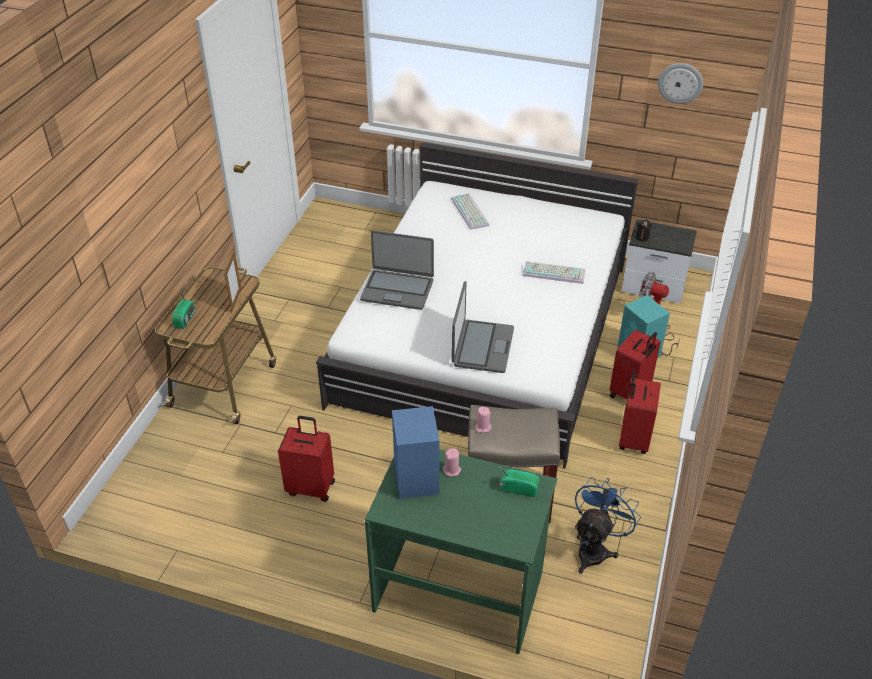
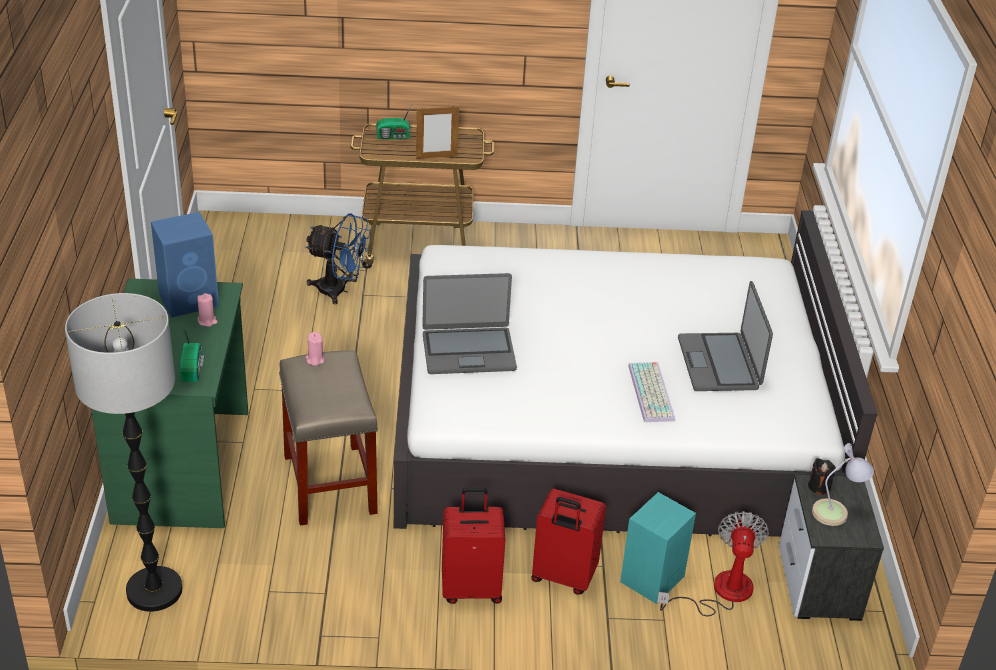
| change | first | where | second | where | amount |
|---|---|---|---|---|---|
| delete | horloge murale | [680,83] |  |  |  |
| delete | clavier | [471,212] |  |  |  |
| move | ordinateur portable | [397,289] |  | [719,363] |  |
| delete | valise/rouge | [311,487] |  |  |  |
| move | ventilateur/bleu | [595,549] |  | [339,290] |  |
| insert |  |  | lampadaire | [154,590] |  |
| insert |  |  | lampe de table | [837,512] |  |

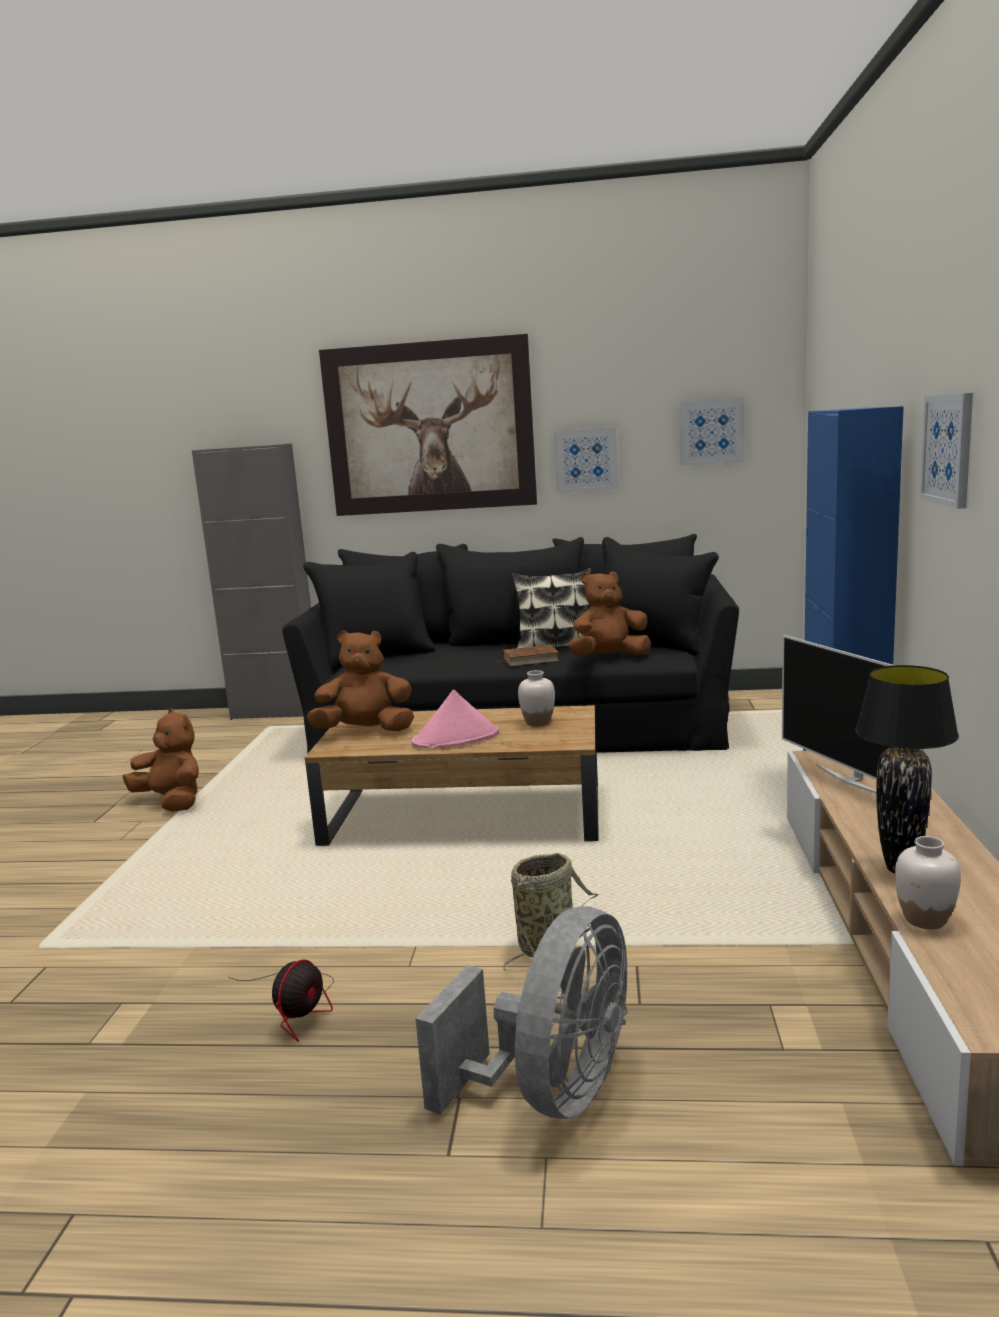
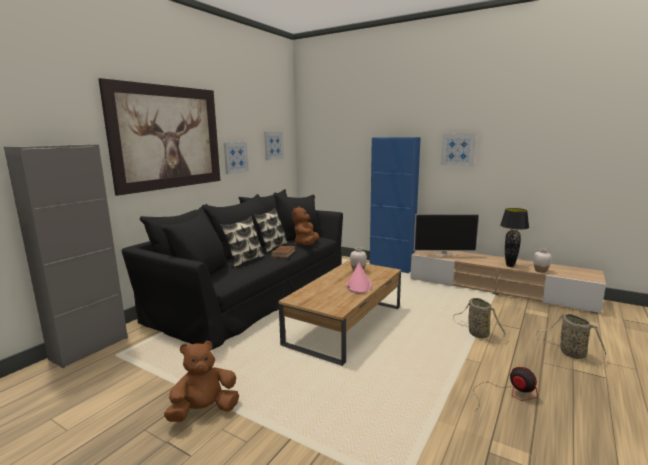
| change | first | where | second | where | amount |
|---|---|---|---|---|---|
| delete | peluche/marron | [366,731] |  |  |  |
| replace | ventilateur/gris | [553,1092] | panier | [570,353] |  |
| insert |  |  | coussin | [244,261] |  |

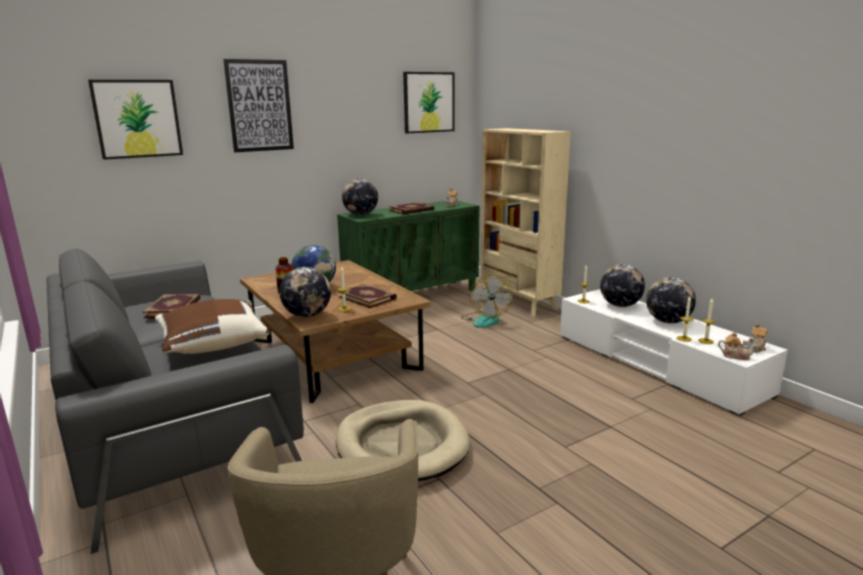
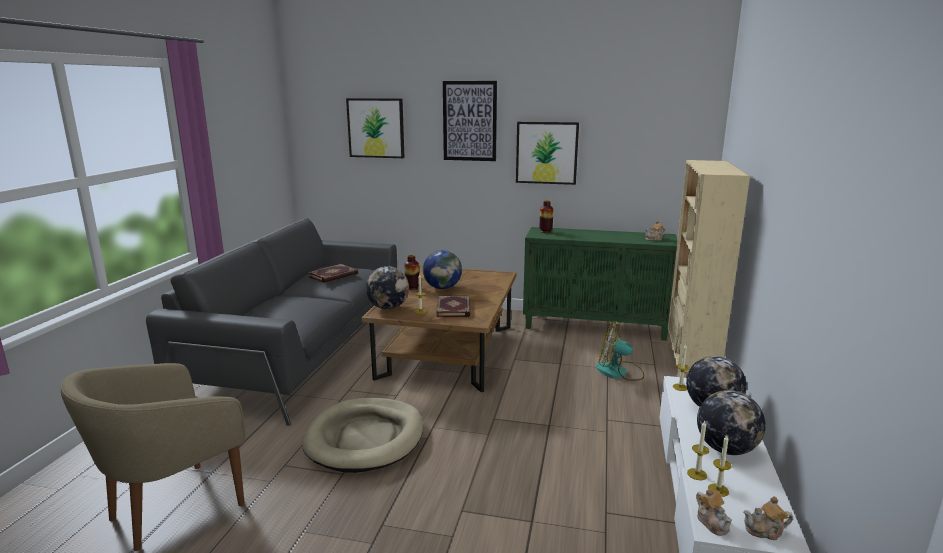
| change | first | where | second | where | amount |
|---|---|---|---|---|---|
| move | tableau | [428,102] |  | [546,153] |  |
| replace | globe | [361,214] | vase | [545,231] |  |
| delete | livre | [412,210] |  |  |  |
| rotate | ventilateur | [485,320] |  | [619,372] | 60 degrees clockwise |
| delete | coussin/marron | [213,344] |  |  |  |

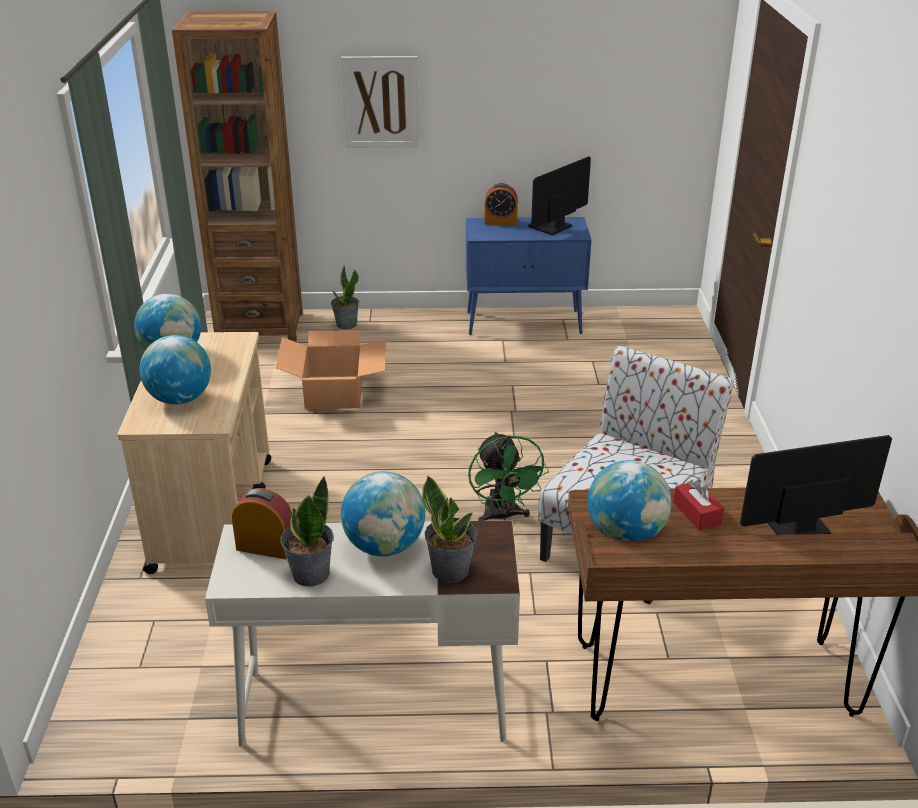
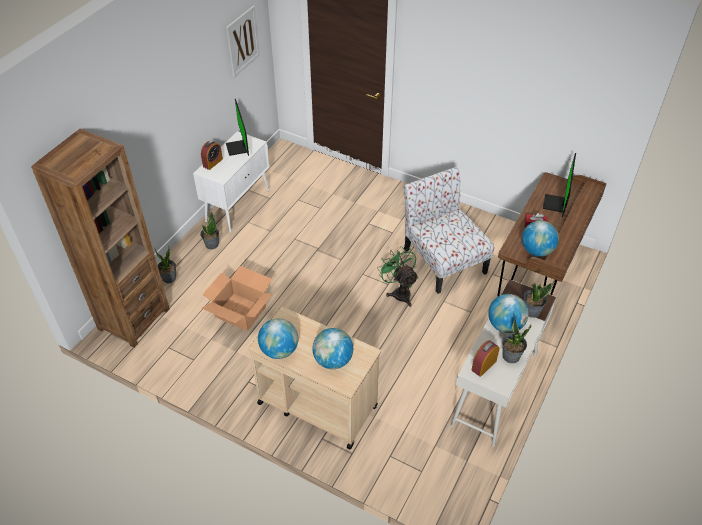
| change | first | where | second | where | amount |
|---|---|---|---|---|---|
| move | tableau | [380,102] |  | [242,41] |  |
| recolor | meuble de rangement/bleu | [525,322] | meuble de rangement/blanc | [238,205] |  |
| rotate | ventilateur/vert | [502,516] |  | [399,292] | 135 degrees counterclockwise |
| insert |  |  | plante en pot | [211,244] |  |

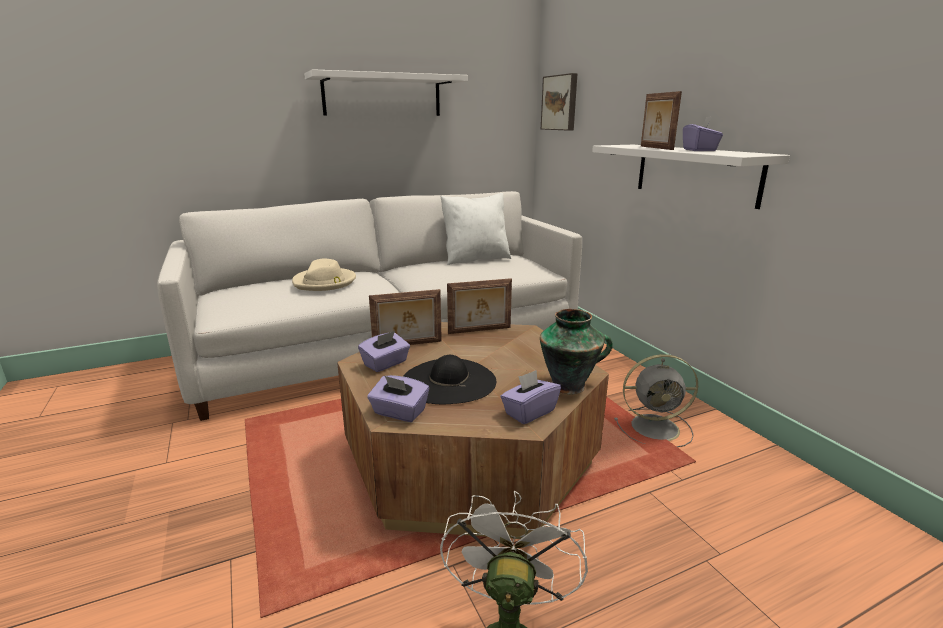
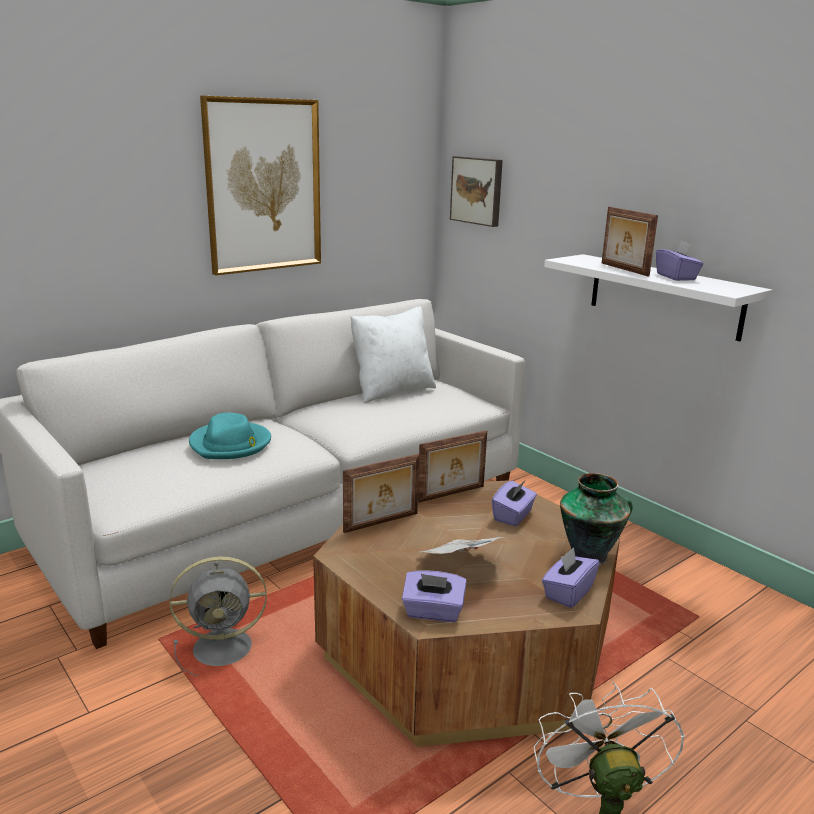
| change | first | where | second | where | amount |
|---|---|---|---|---|---|
| replace | étagère/blanc | [382,95] | tableau | [263,186] |  |
| recolor | chapeau/beige | [325,282] | chapeau/turquoise | [231,444] |  |
| move | boîte à mouchoirs/violet | [386,364] |  | [513,516] |  |
| move | ventilateur/gris | [656,427] |  | [225,647] |  |
| replace | chapeau/noir | [449,381] | journal | [460,565] |  |

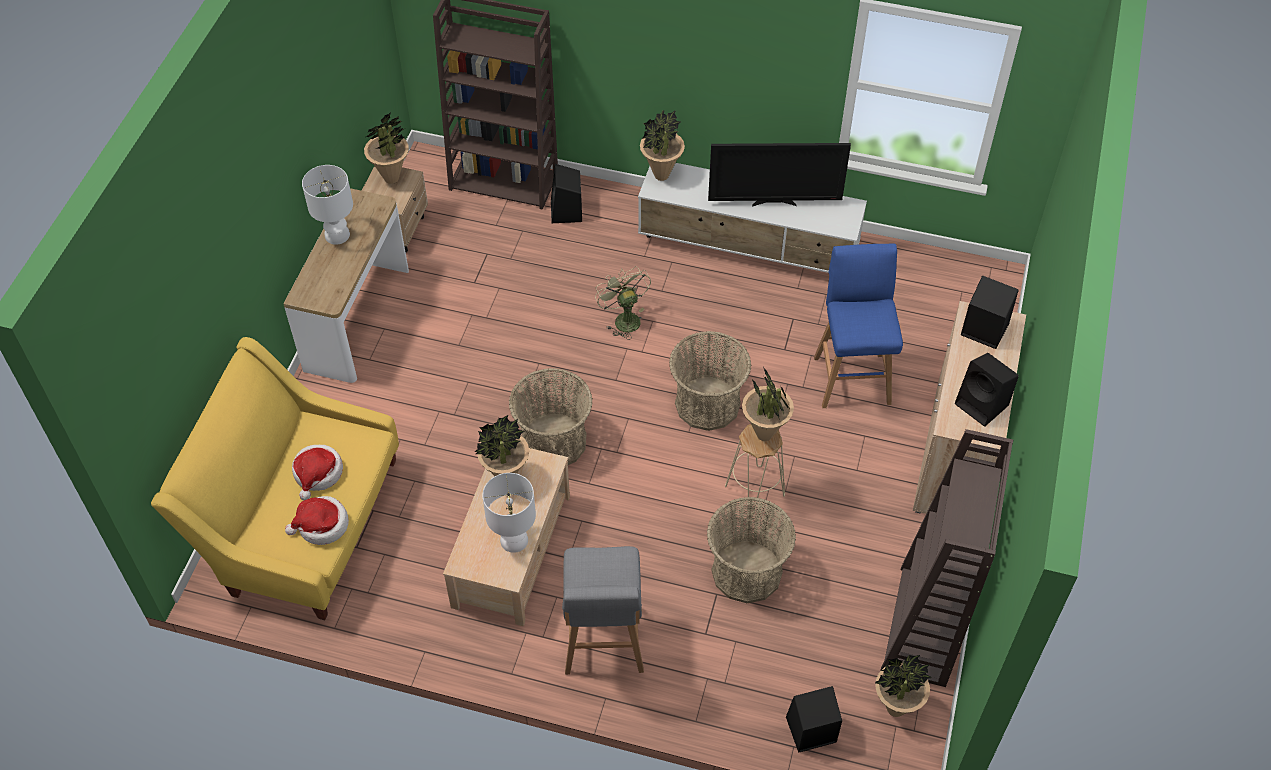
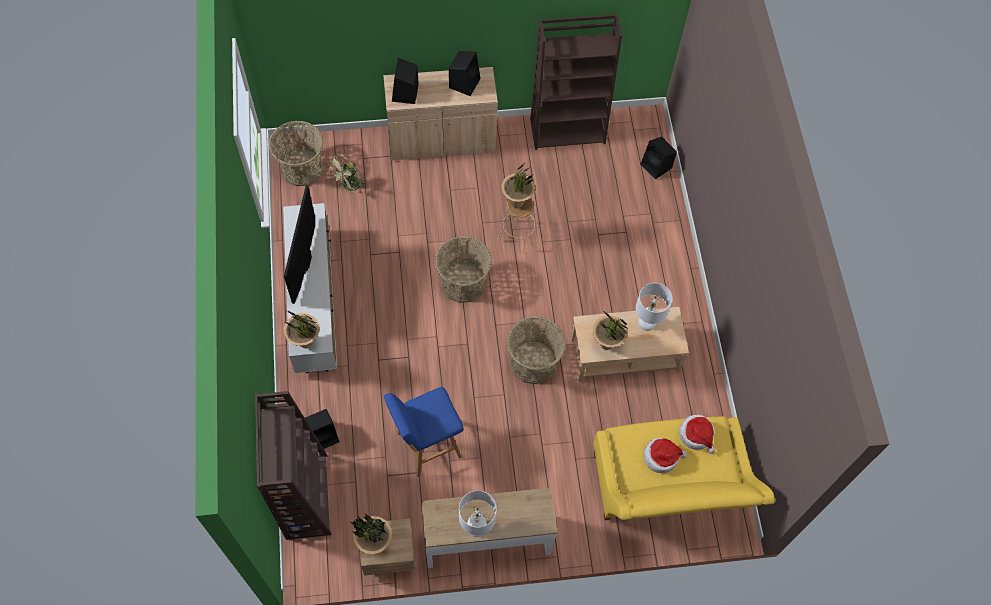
| change | first | where | second | where | amount |
|---|---|---|---|---|---|
| rotate | téléviseur | [774,202] |  | [306,261] | 150 degrees counterclockwise |
| move | tabouret/bleu | [851,377] |  | [426,446] |  |
| move | ventilateur/vert | [623,318] |  | [349,186] |  |
| move | panier | [747,571] |  | [301,168] |  |
| delete | tabouret/gris | [603,644] |  |  |  |
| delete | plante en pot | [895,709] |  |  |  |

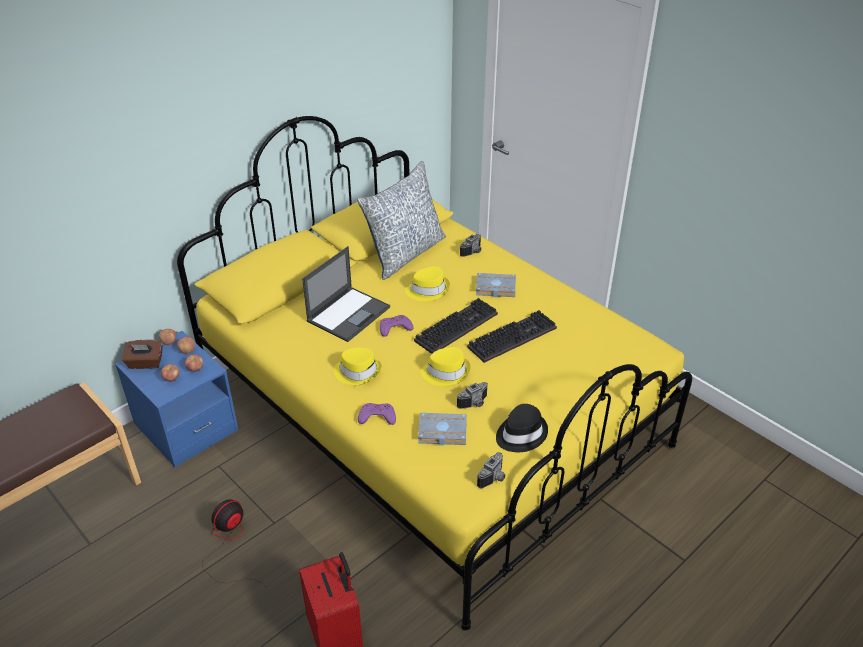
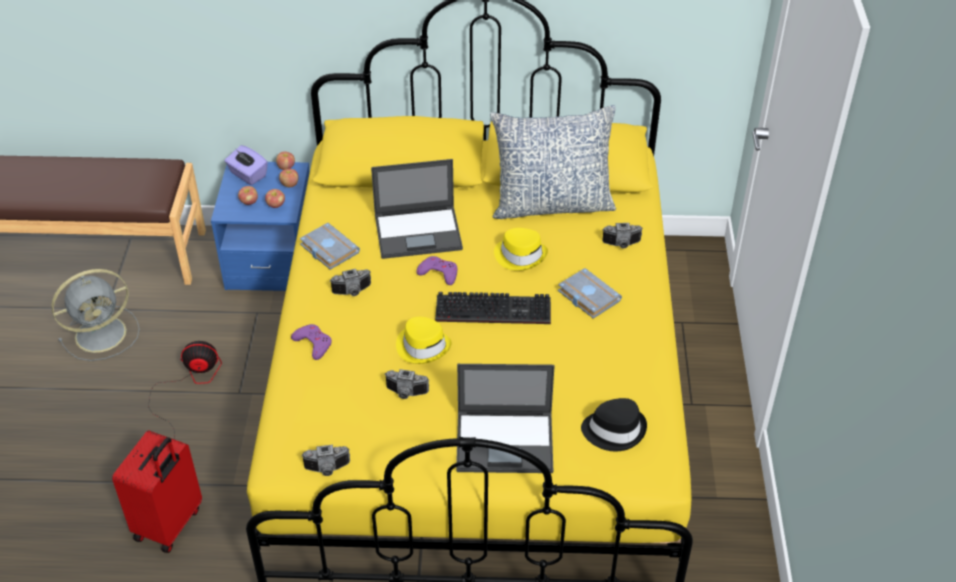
| change | first | where | second | where | amount |
|---|---|---|---|---|---|
| delete | clavier | [512,336] |  |  |  |
| recolor | boîte à mouchoirs/marron | [145,363] | boîte à mouchoirs/violet | [247,175] |  |
| replace | chapeau/jaune | [357,372] | appareil photo | [353,292] |  |
| move | chapeau/noir | [520,434] |  | [614,430] |  |
| move | livre/gris | [441,432] |  | [327,249] |  |
| insert |  |  | ventilateur/gris | [103,333] |  |
| insert |  |  | ordinateur portable | [506,442] |  |

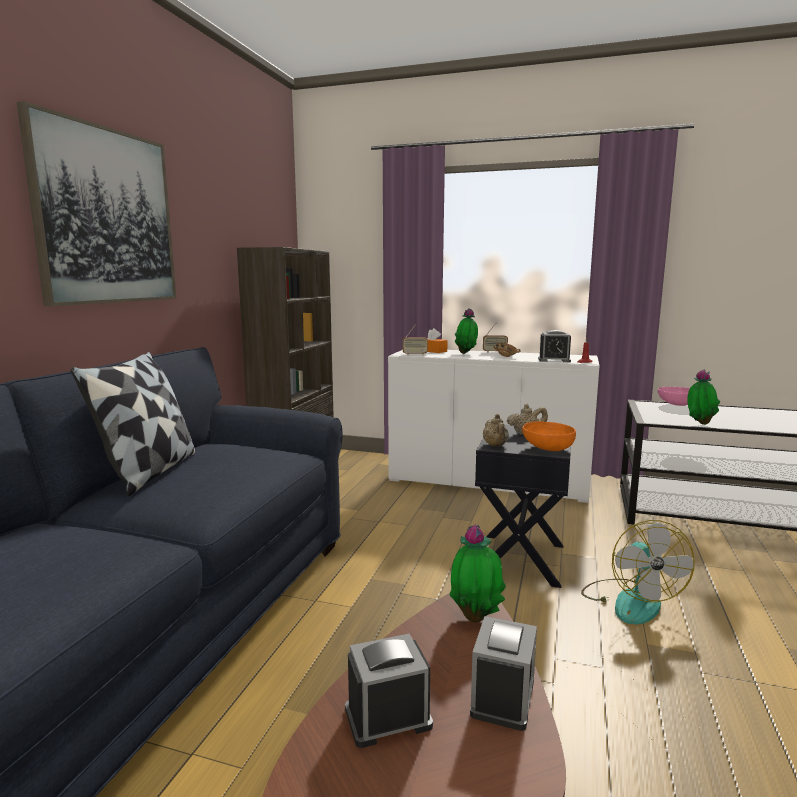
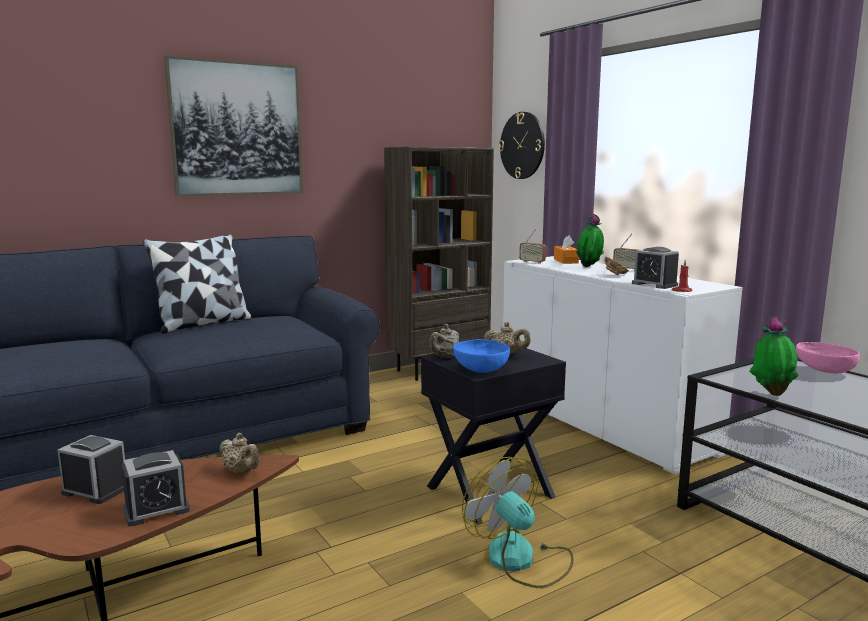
| change | first | where | second | where | amount |
|---|---|---|---|---|---|
| recolor | bol/orange | [547,449] | bol/bleu | [480,369] |  |
| rotate | ventilateur | [630,601] |  | [521,560] | 105 degrees clockwise |
| replace | plante en pot | [476,617] | théière/beige | [241,472] |  |
| insert |  |  | horloge murale | [522,145] |  |

